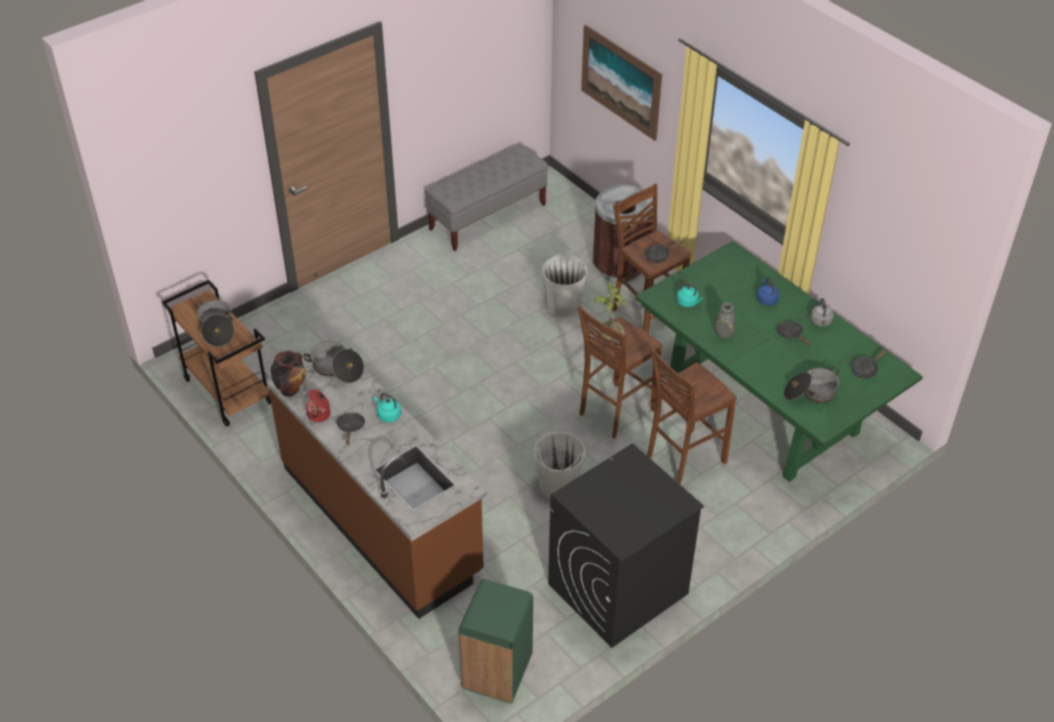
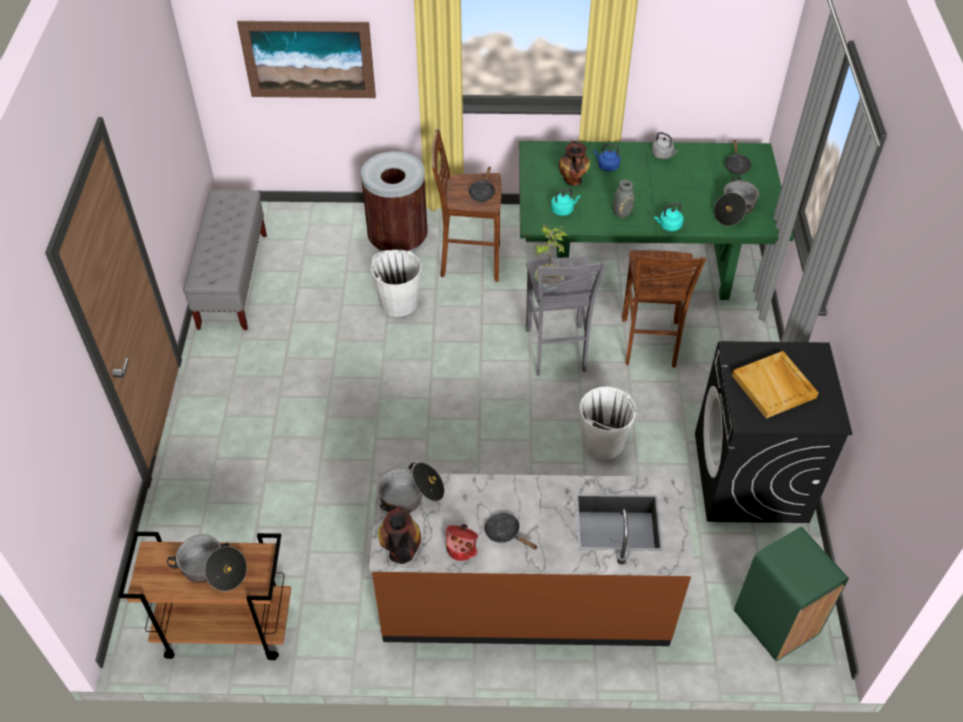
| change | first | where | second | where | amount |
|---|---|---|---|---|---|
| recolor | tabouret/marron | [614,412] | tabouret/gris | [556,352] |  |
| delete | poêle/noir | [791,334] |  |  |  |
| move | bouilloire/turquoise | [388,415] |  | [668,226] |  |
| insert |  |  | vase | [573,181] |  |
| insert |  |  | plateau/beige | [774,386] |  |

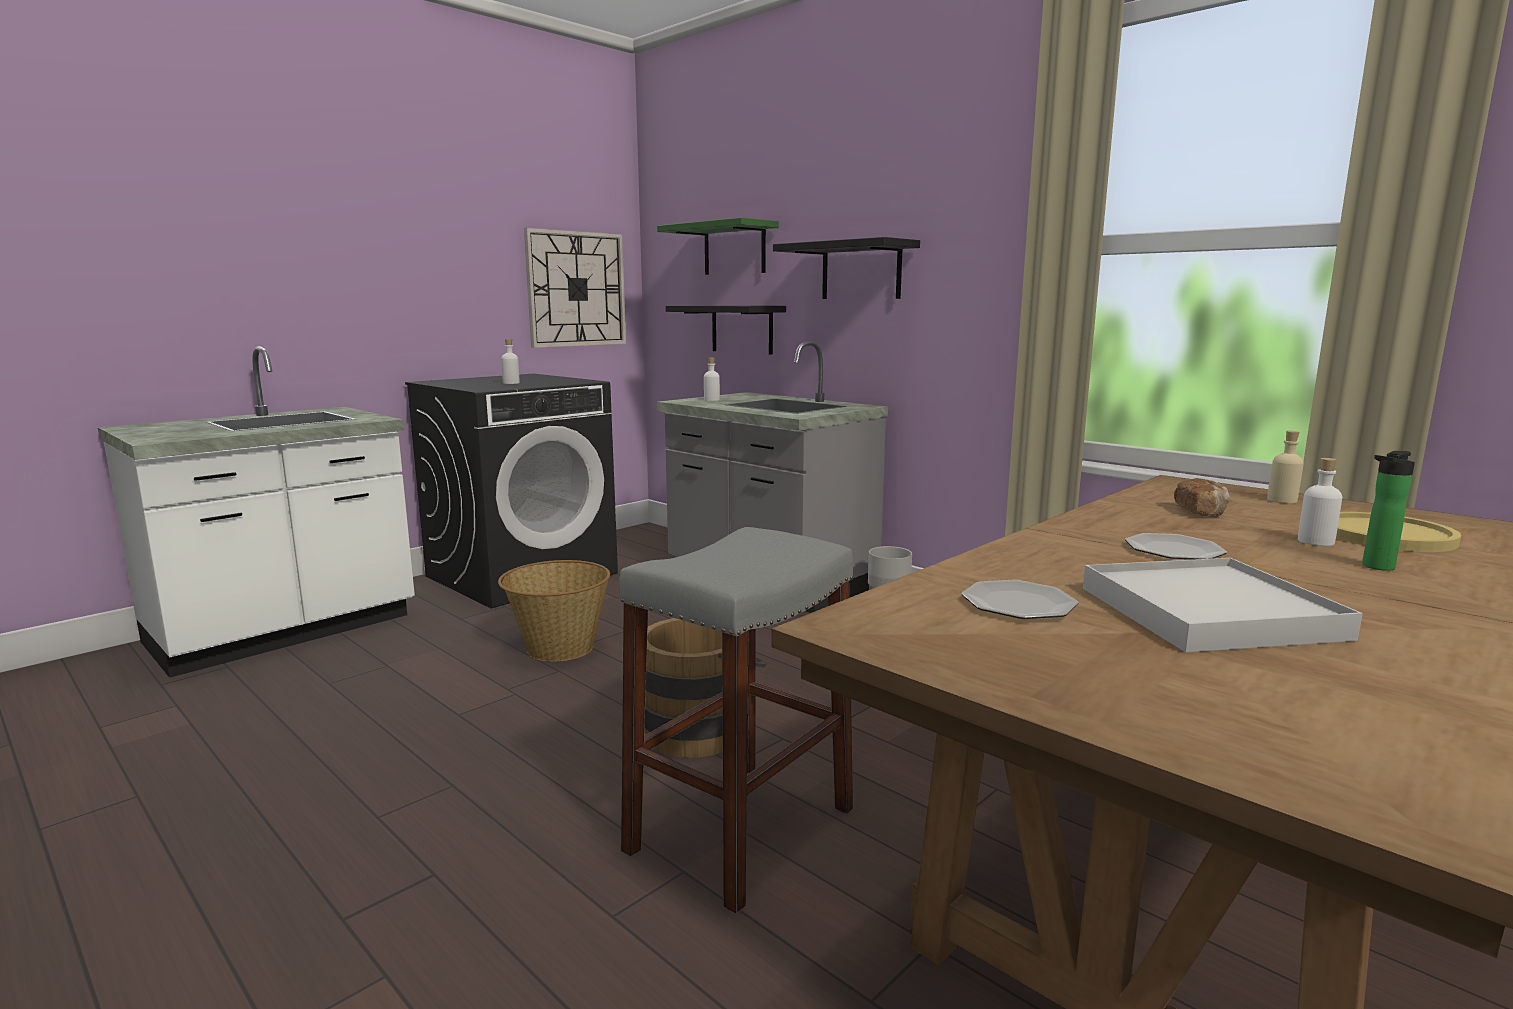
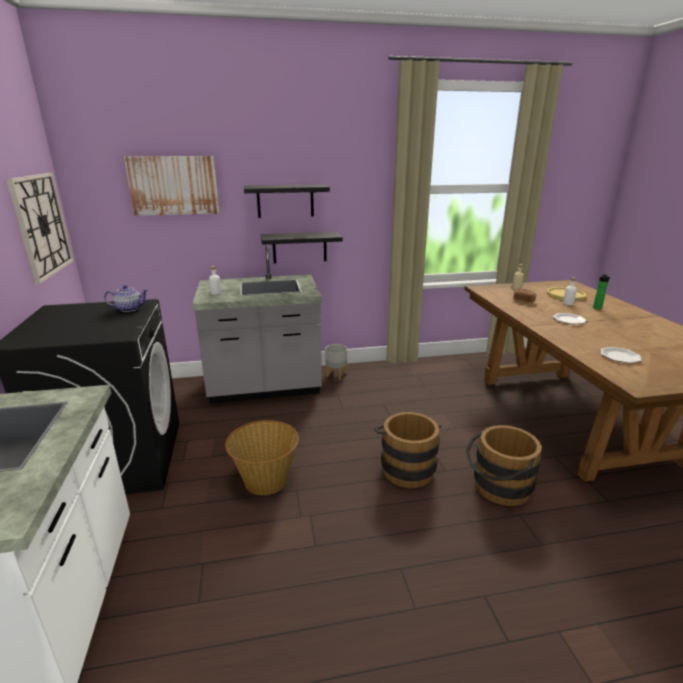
| change | first | where | second | where | amount |
|---|---|---|---|---|---|
| replace | étagère/vert | [734,249] | tableau | [174,185] |  |
| move | étagère/noir | [742,329] |  | [299,247] |  |
| delete | bouteille/blanc | [511,383] |  |  |  |
| replace | tabouret/gris | [742,829] | seau/marron | [497,488] |  |
| delete | plateau/blanc | [1208,613] |  |  |  |
| insert |  |  | théière | [129,309] |  |

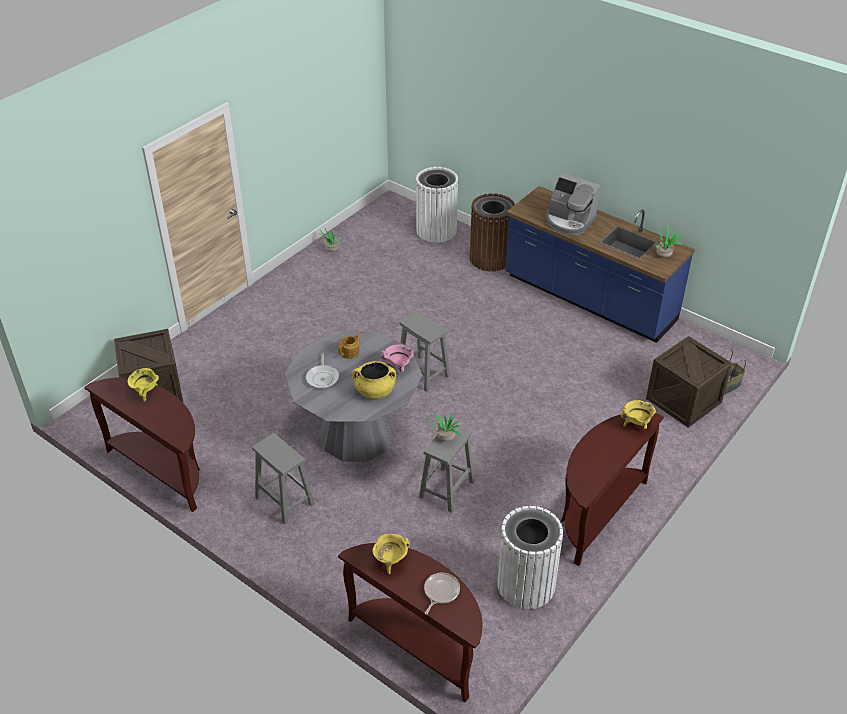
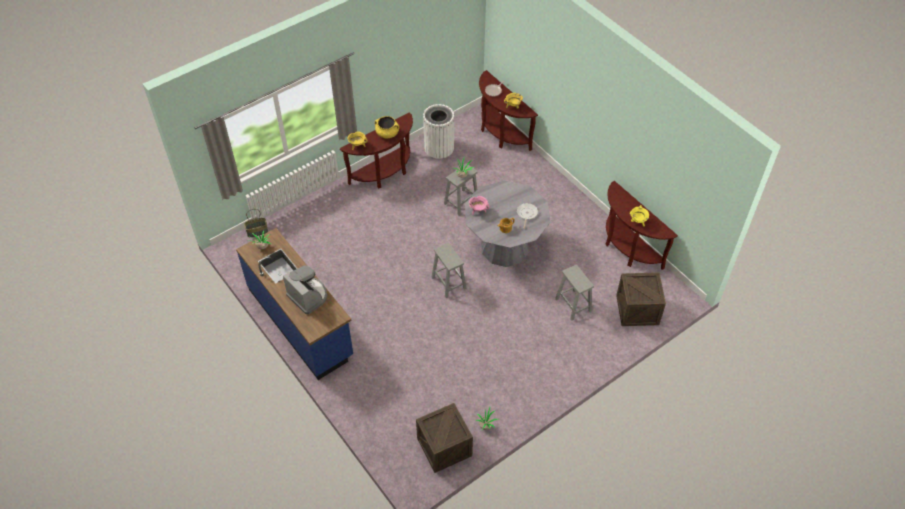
| change | first | where | second | where | amount |
|---|---|---|---|---|---|
| delete | poubelle/blanc | [436,230] |  |  |  |
| delete | poubelle/marron | [490,258] |  |  |  |
| move | caisse | [683,400] |  | [444,447] |  |
| move | marmite/jaune | [375,391] |  | [387,133] |  |
| move | tabouret/gris | [284,500] |  | [573,305] |  |

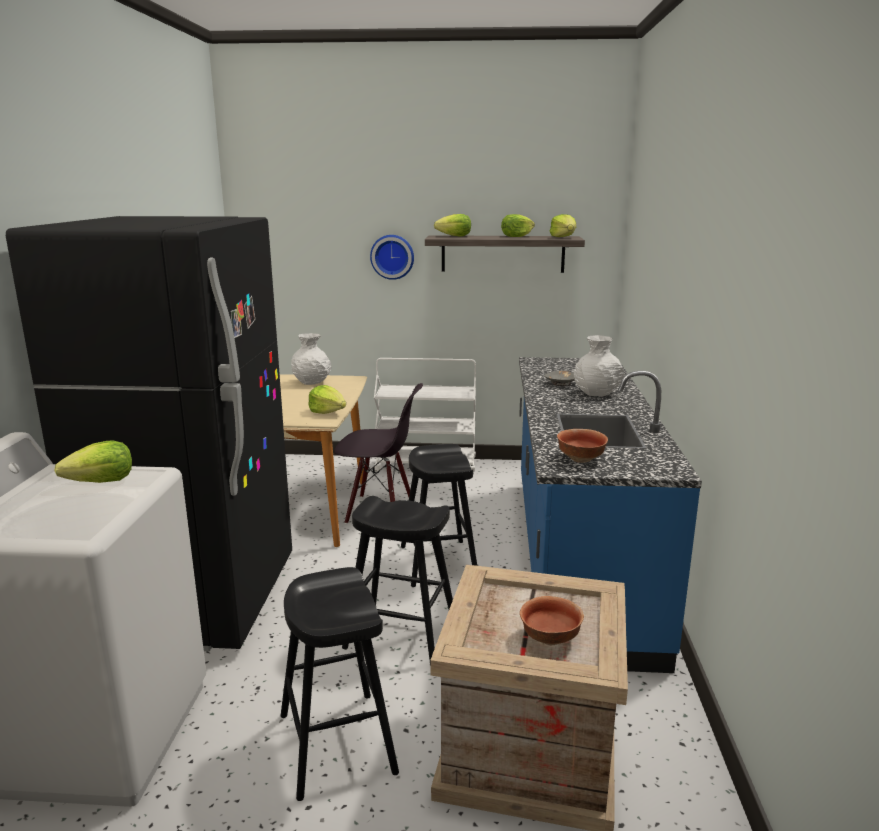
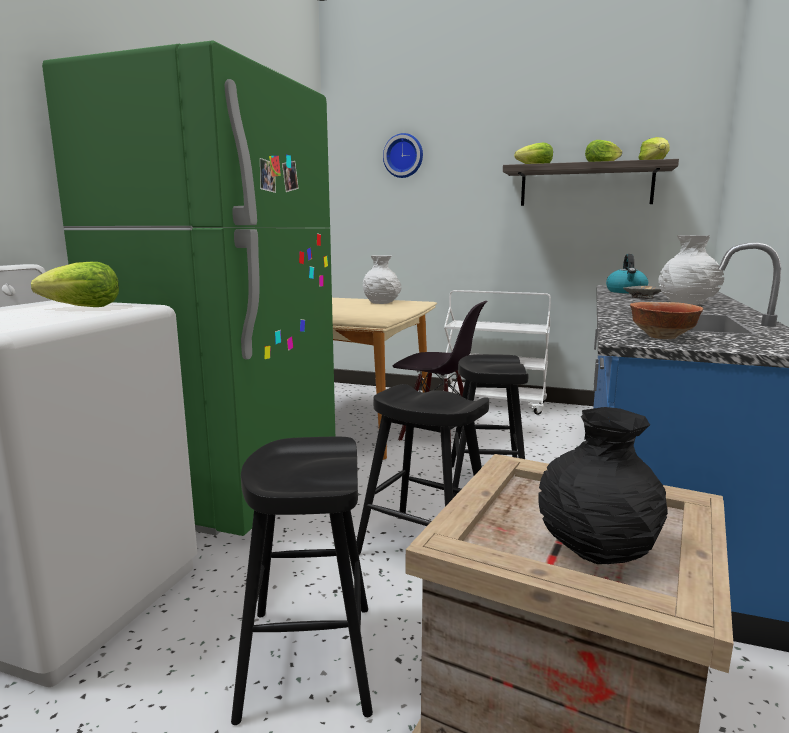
| change | first | where | second | where | amount |
|---|---|---|---|---|---|
| recolor | réfrigérateur/noir | [199,599] | réfrigérateur/vert | [231,488] |  |
| move | horloge murale | [392,256] |  | [403,156] |  |
| delete | laitue | [327,412] |  |  |  |
| replace | bol | [550,639] | vase/noir | [598,551] |  |
| insert |  |  | bouilloire | [626,291] |  |

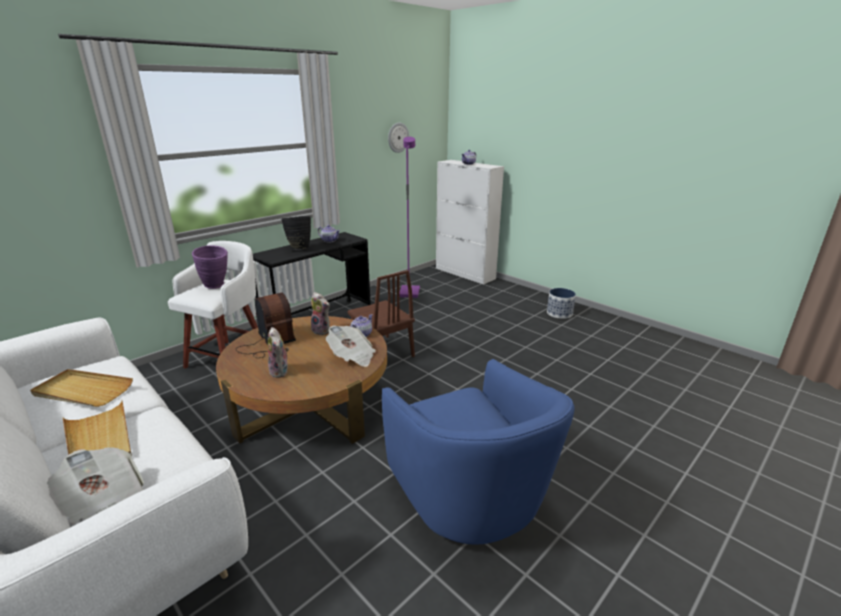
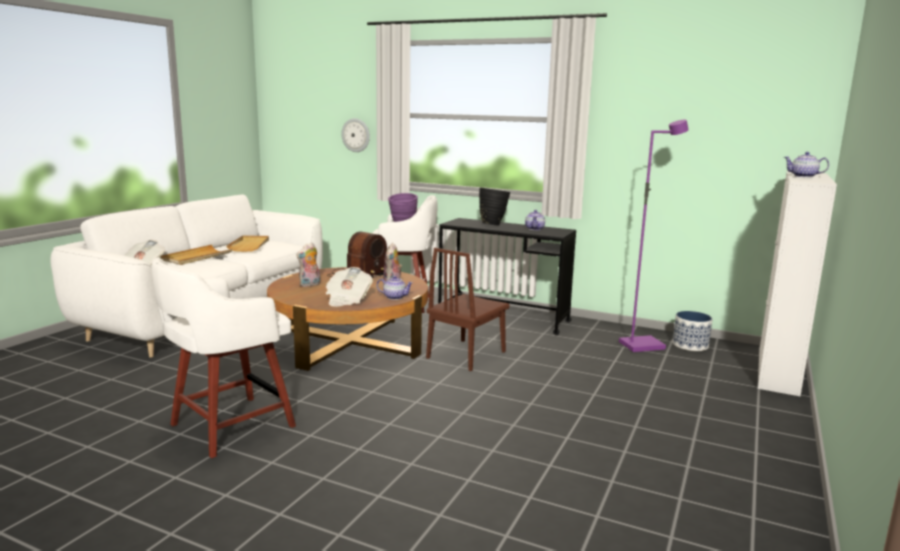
| change | first | where | second | where | amount |
|---|---|---|---|---|---|
| move | horloge murale | [398,137] |  | [356,135] |  |
| move | cache-pot | [559,313] |  | [690,345] |  |
| replace | fauteuil/bleu | [470,497] | tabouret/blanc | [228,427] |  |

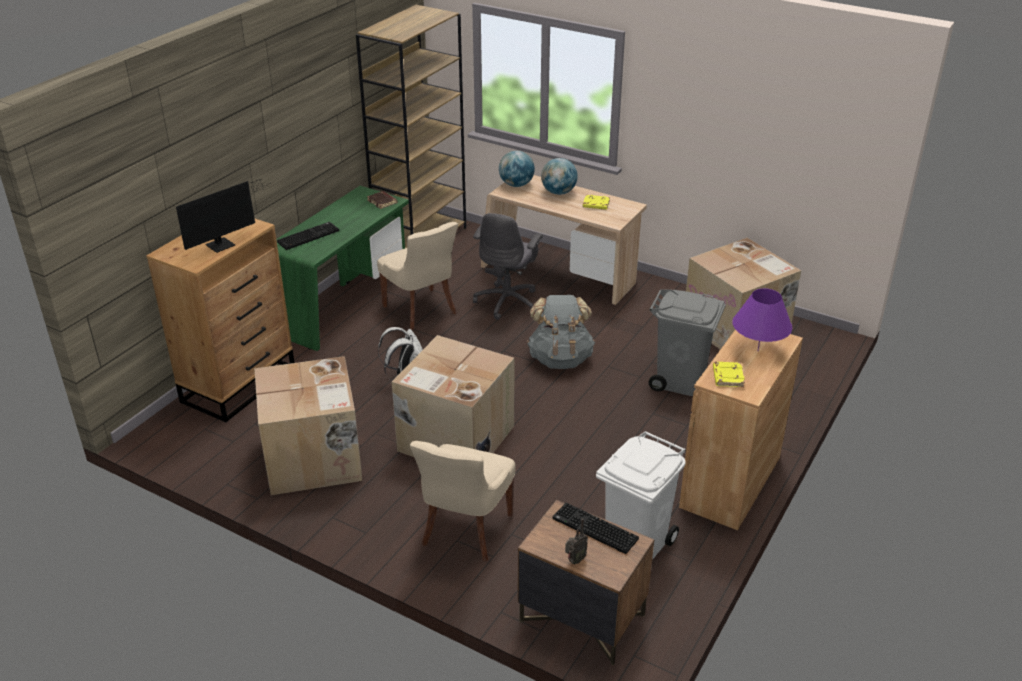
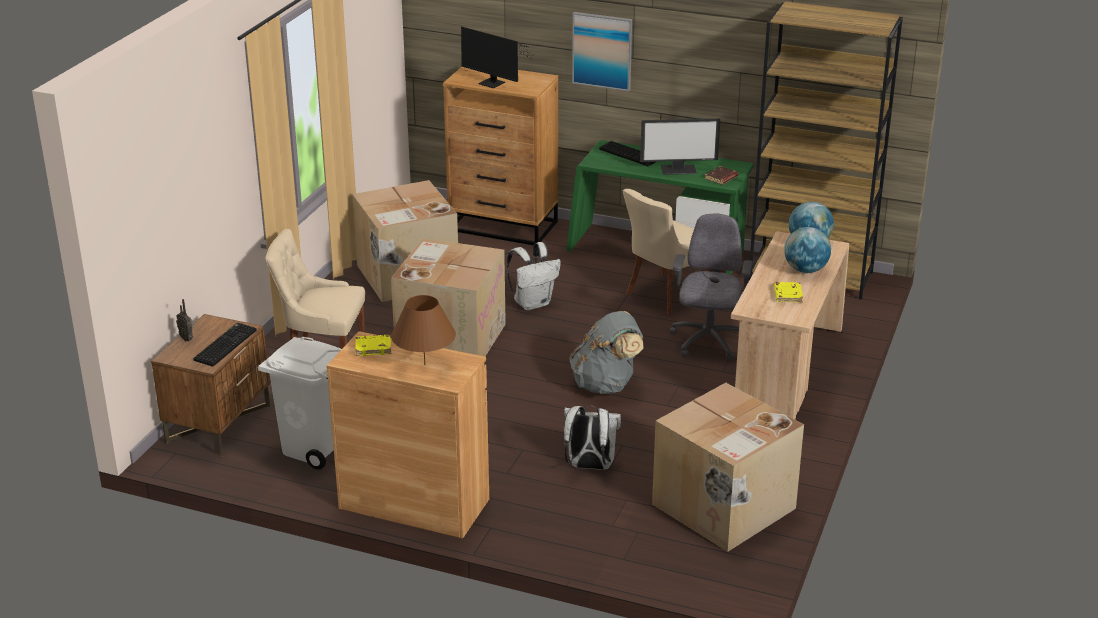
| change | first | where | second | where | amount |
|---|---|---|---|---|---|
| rotate | chaise de bureau/gris | [507,301] |  | [708,342] | 90 degrees clockwise |
| recolor | lampe de table/violet | [757,350] | lampe de table/marron | [425,365] |  |
| replace | poubelle/gris | [680,381] | sac à dos/blanc | [589,466] |  |
| insert |  |  | tableau | [602,51] |  |
| insert |  |  | écran d'ordinateur | [679,169] |  |

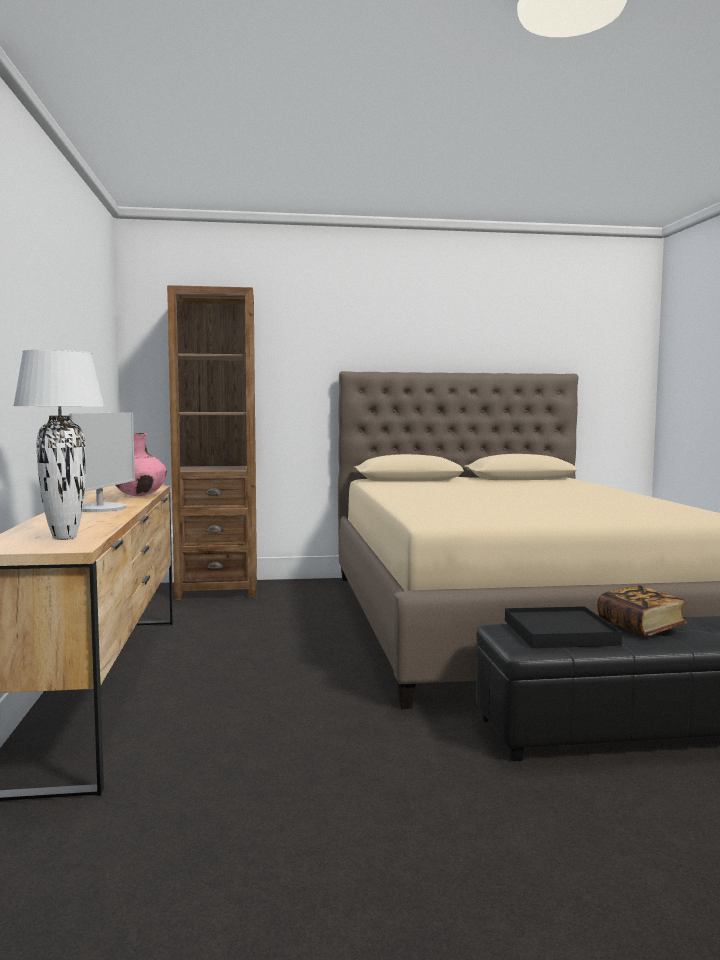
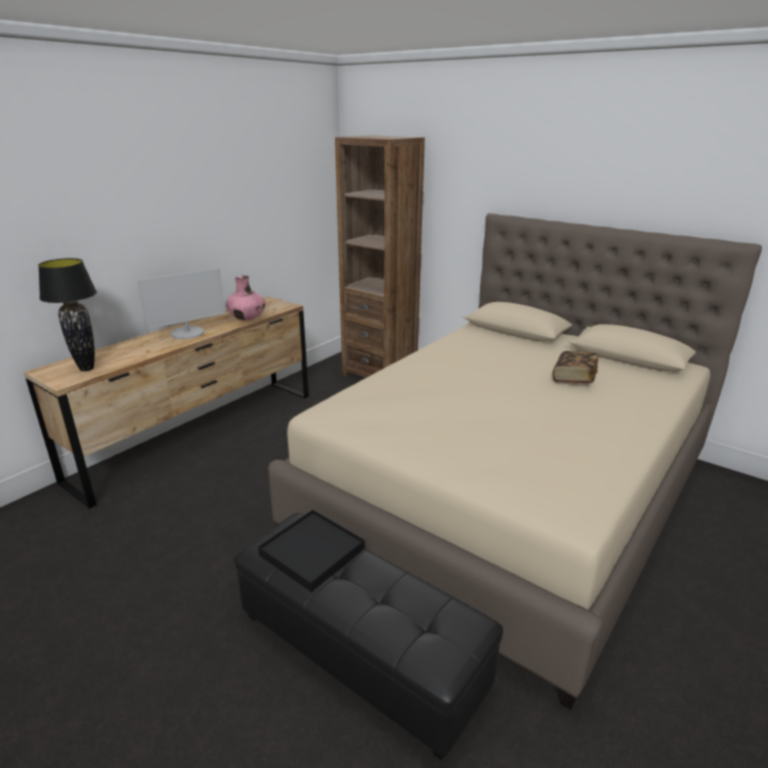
| change | first | where | second | where | amount |
|---|---|---|---|---|---|
| recolor | lampe de table/blanc | [65,538] | lampe de table/noir | [87,368] |  |
| move | livre | [640,627] |  | [574,378] |  |

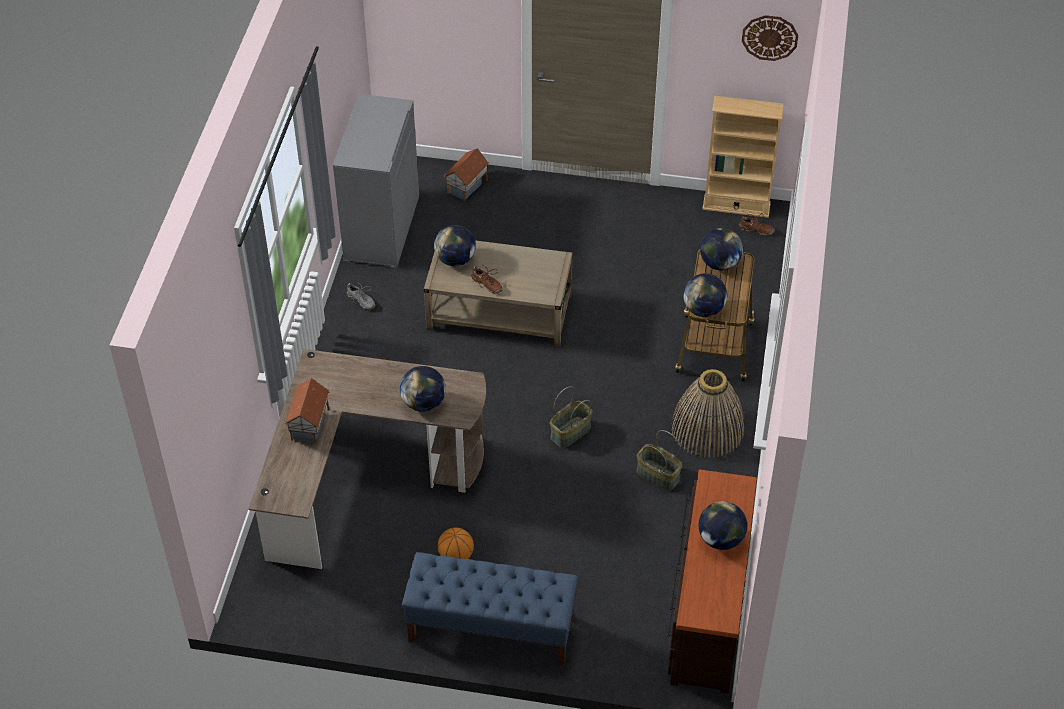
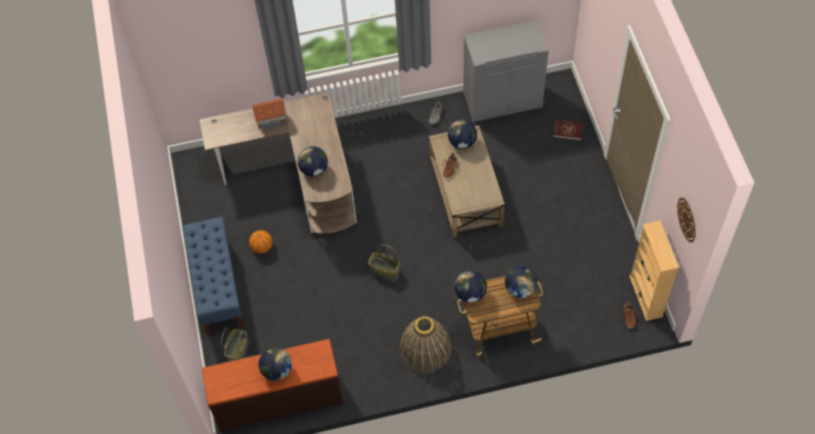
| change | first | where | second | where | amount |
|---|---|---|---|---|---|
| replace | maison miniature | [467,187] | livre/rouge | [567,130] |  |
| move | panier | [657,475] |  | [237,350] |  |

